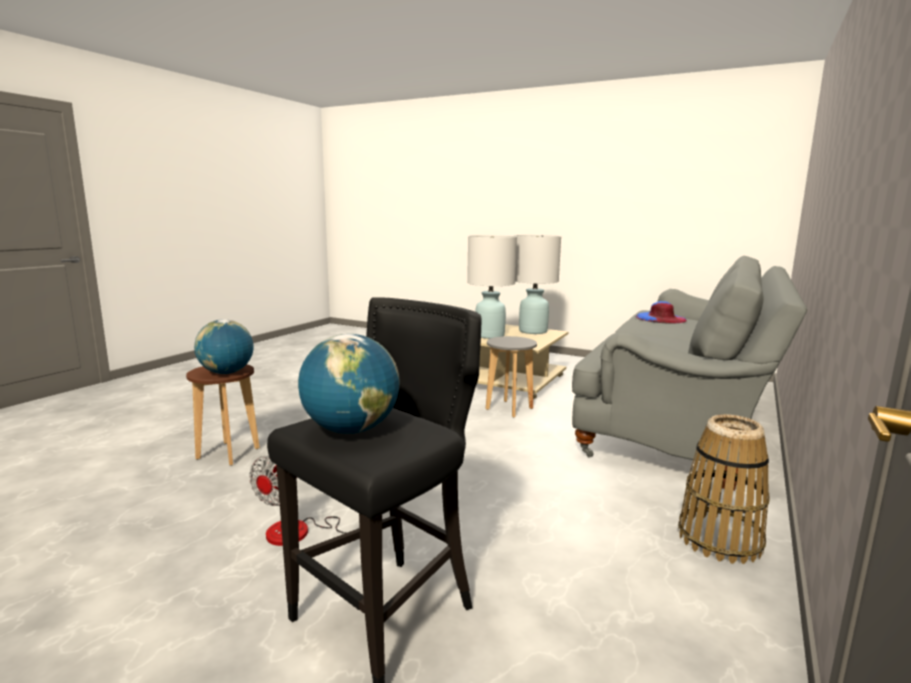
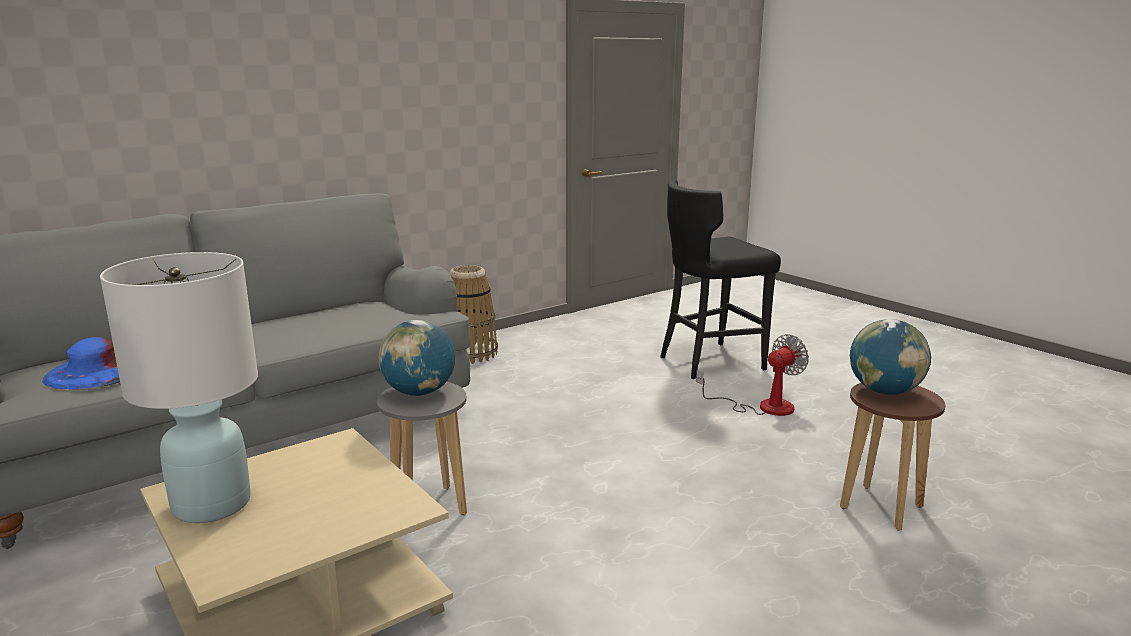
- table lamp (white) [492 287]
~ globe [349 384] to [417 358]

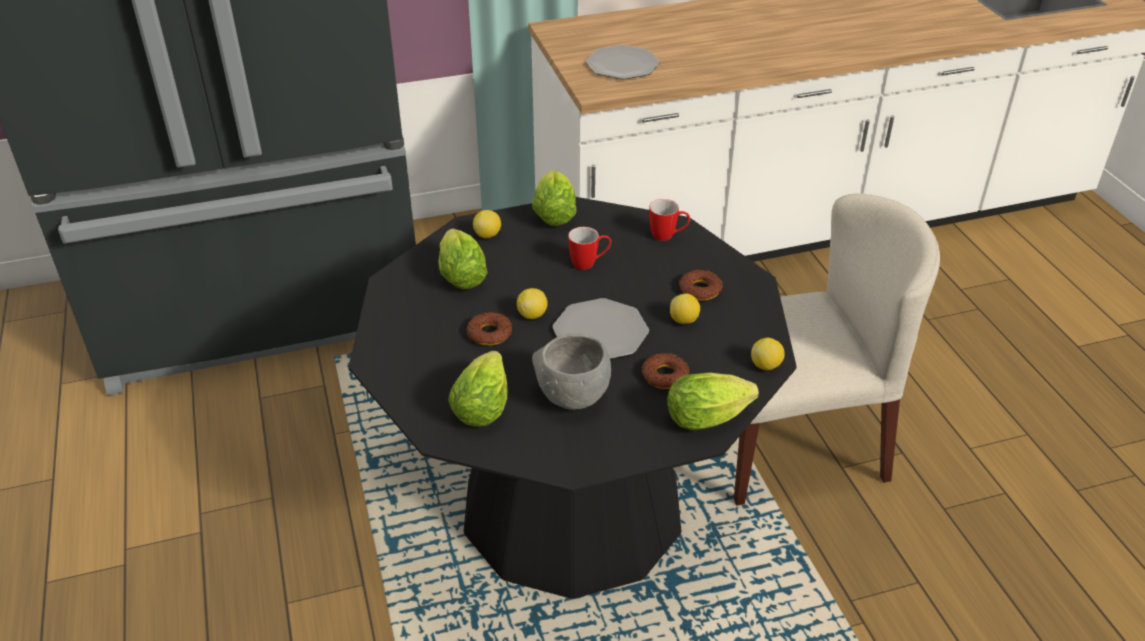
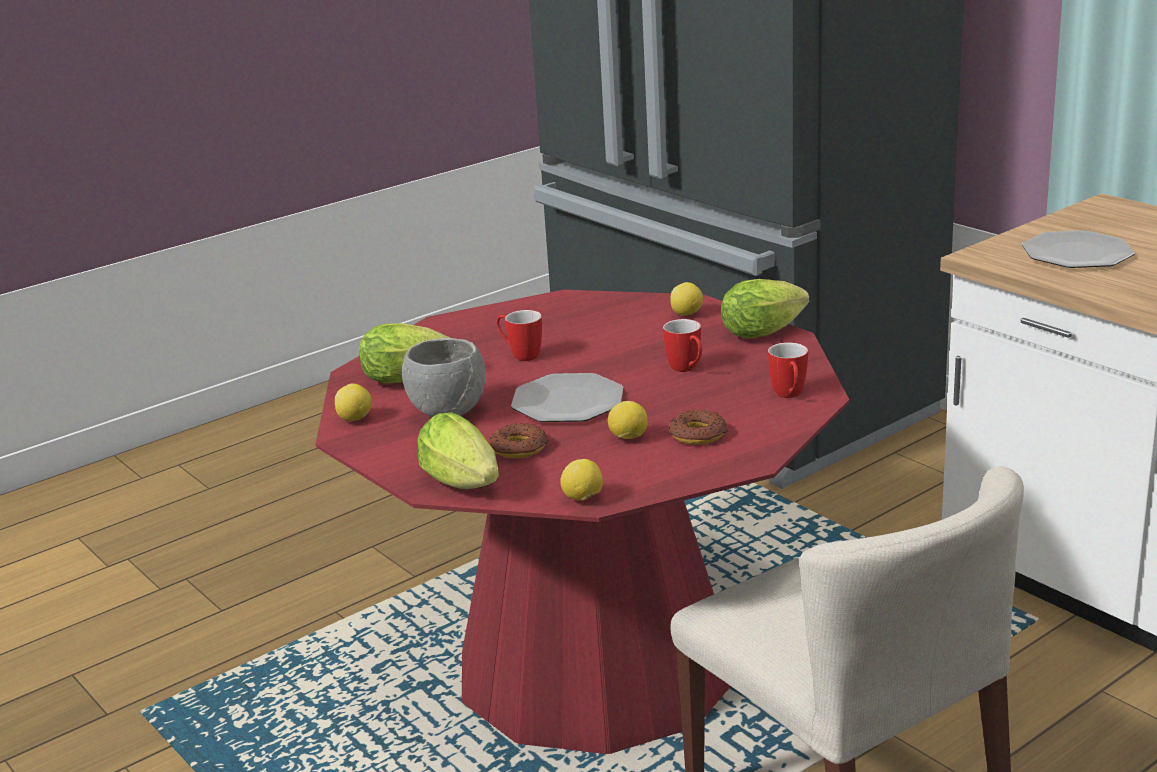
- lettuce [462 258]
~ lemon [532 303] to [353 402]
~ donut [489 329] to mug [519 335]
~ dining table (black) [573 398] to dining table (red) [582 522]

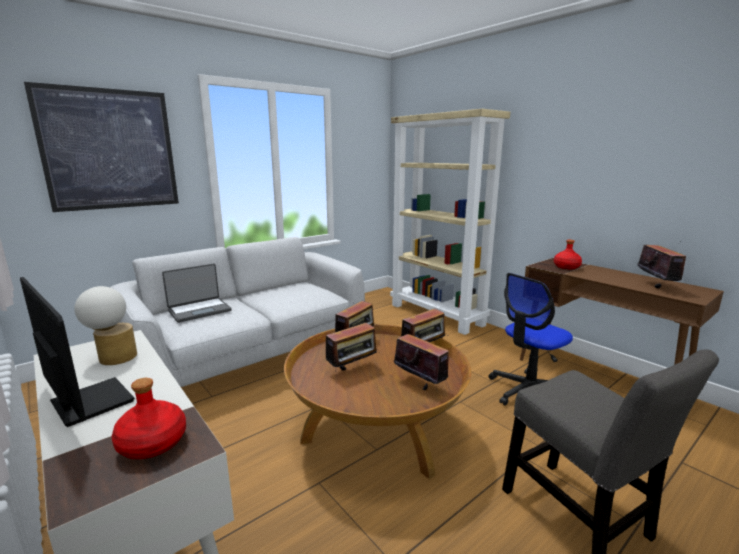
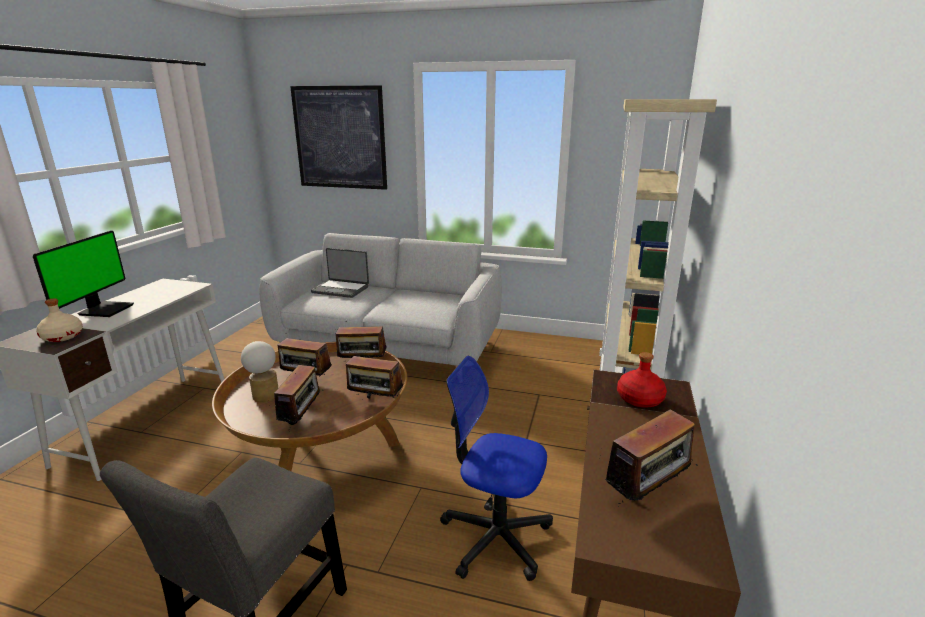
~ table lamp [105 325] to [259 371]
~ bottle (red) [149 418] to bottle (beige) [59 320]

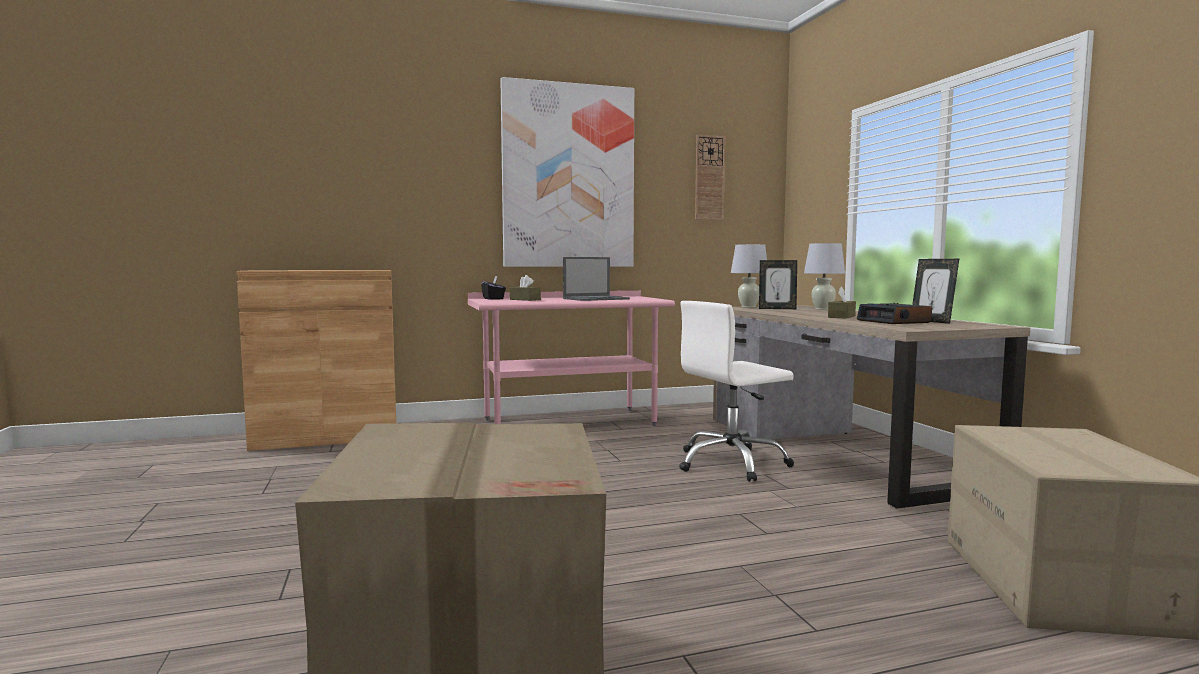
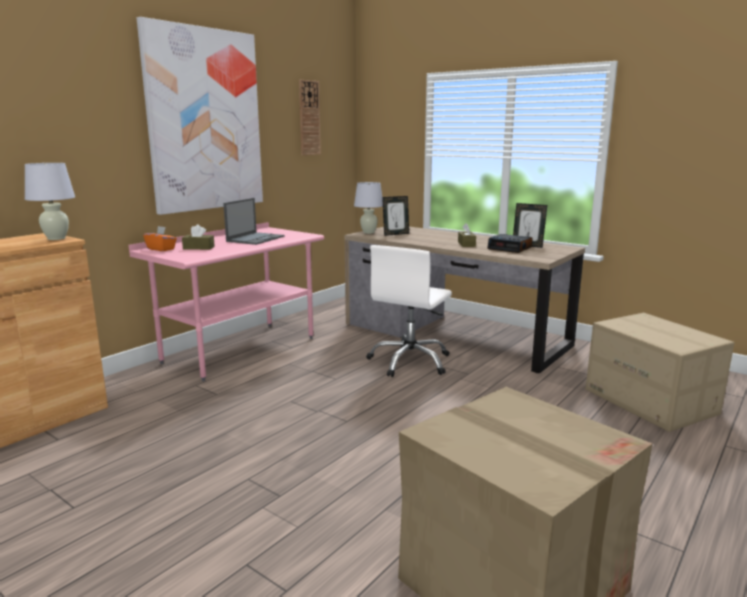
~ table lamp (white) [824 276] to [50 201]
~ tissue box (black) [493 288] to tissue box (orange) [160 238]

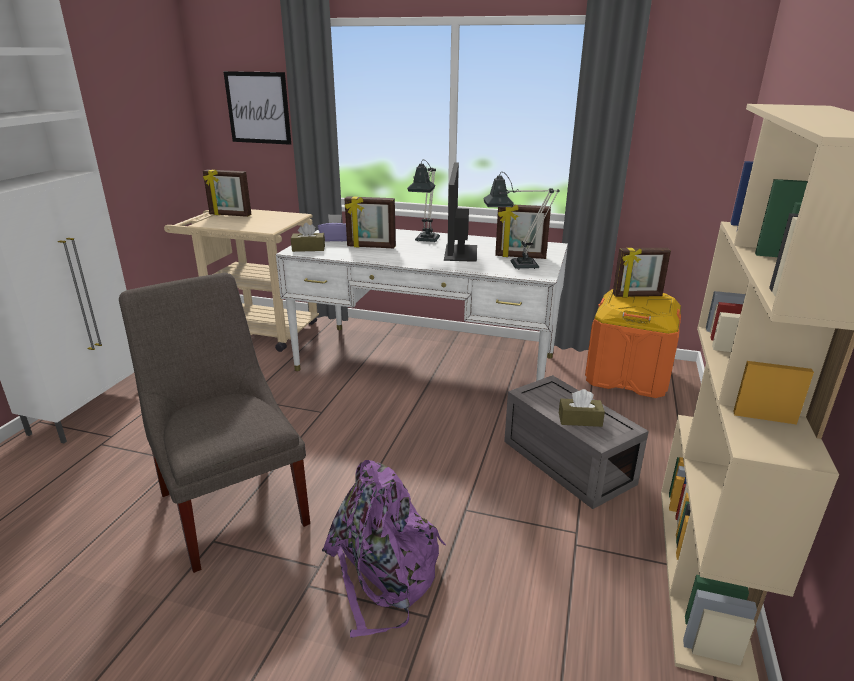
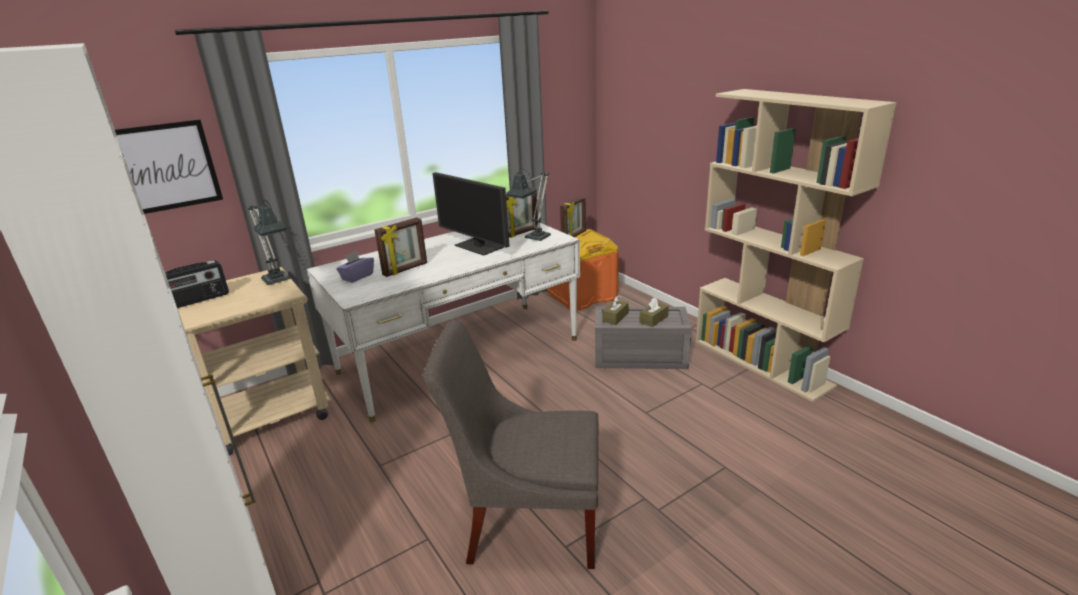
- backpack (purple) [384 549]
~ tissue box (brown) [308 237] to [616 310]
~ table lamp [423 201] to [269 242]
~ picture frame [227 193] to radio [197 284]

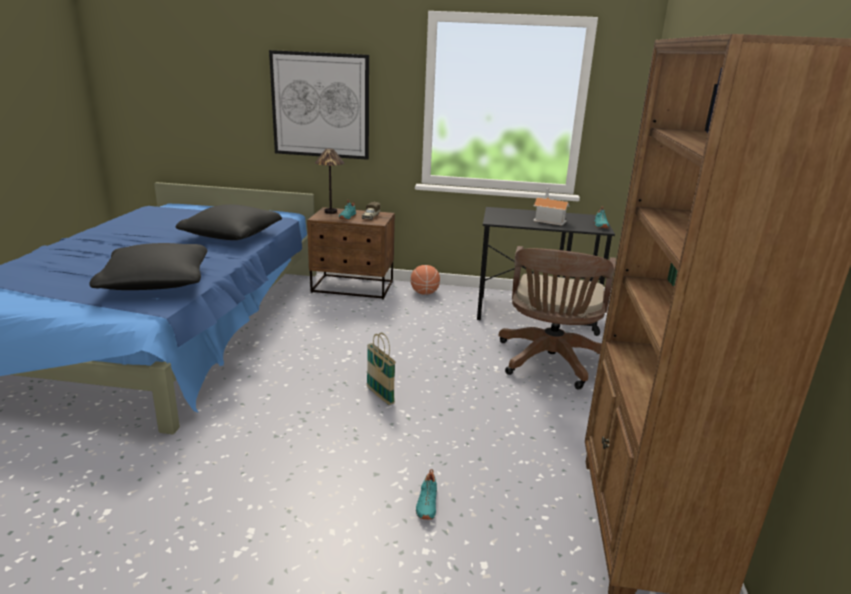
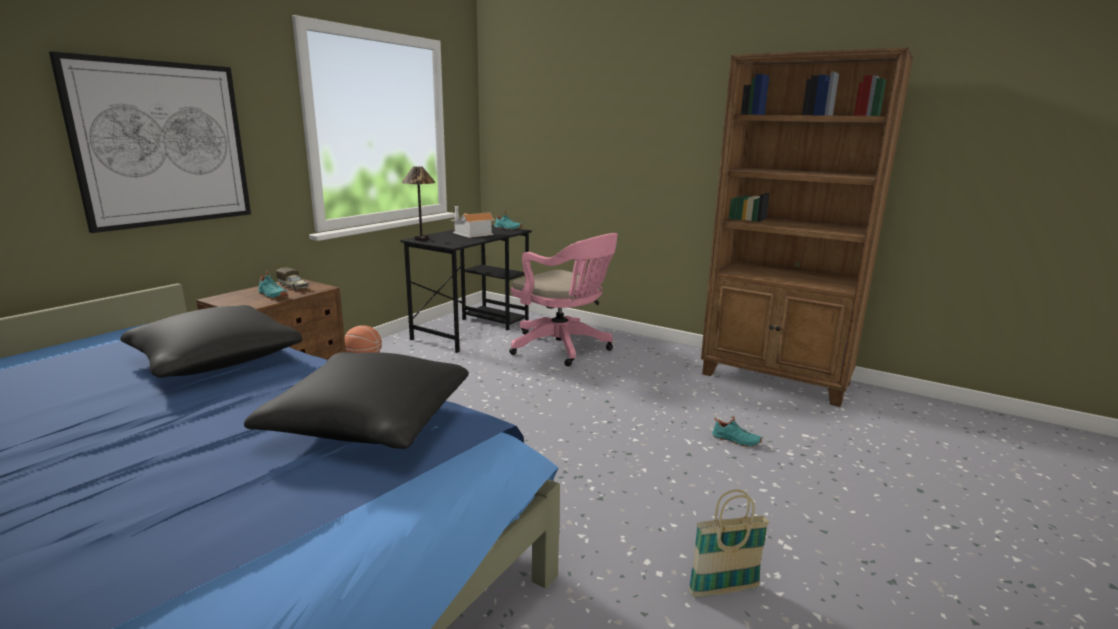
~ table lamp [329 181] to [418 203]
~ basket [381 369] to [729 543]
~ office chair (brown) [557 318] to office chair (pink) [563 300]

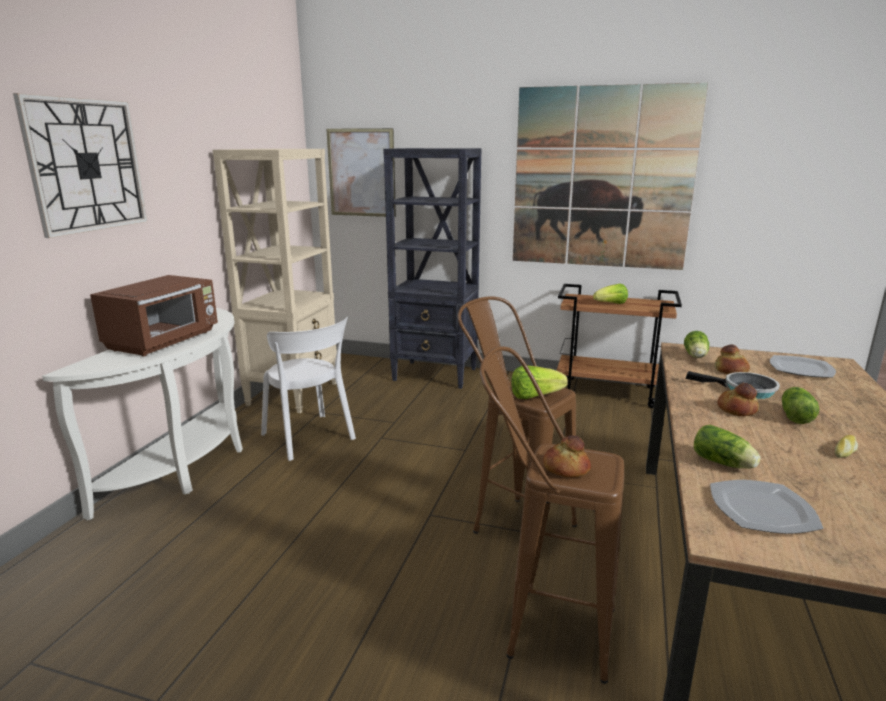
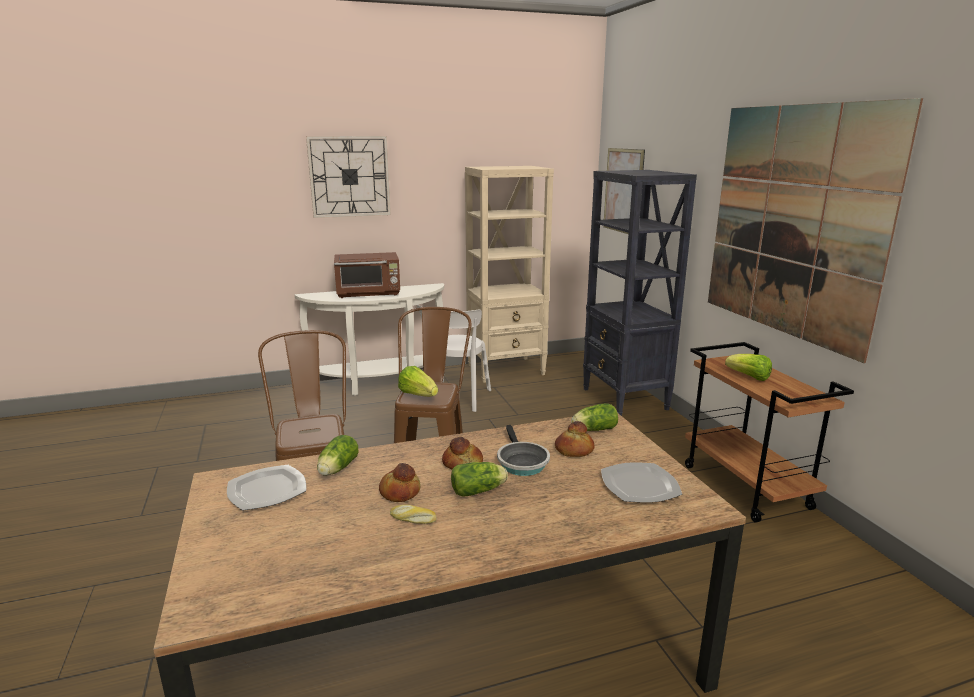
~ bread [567 456] to [400 482]

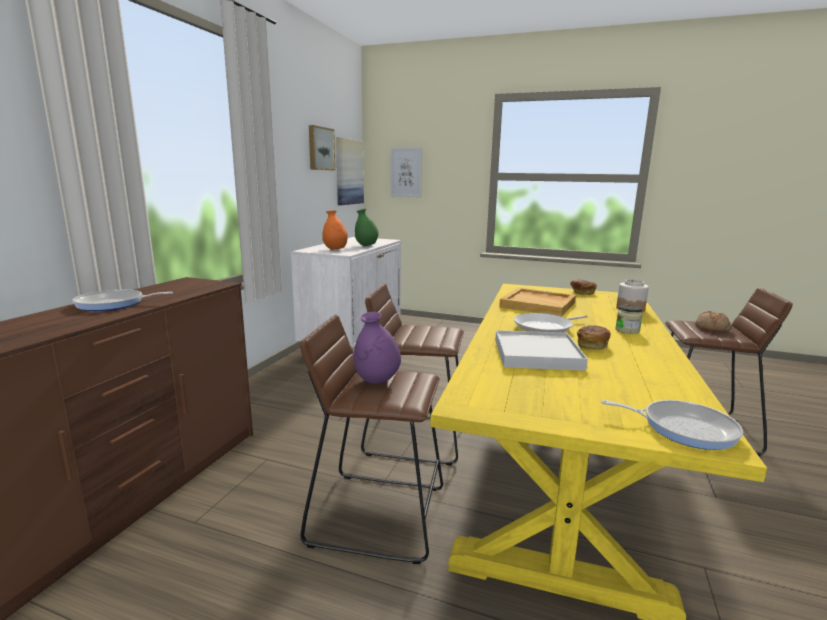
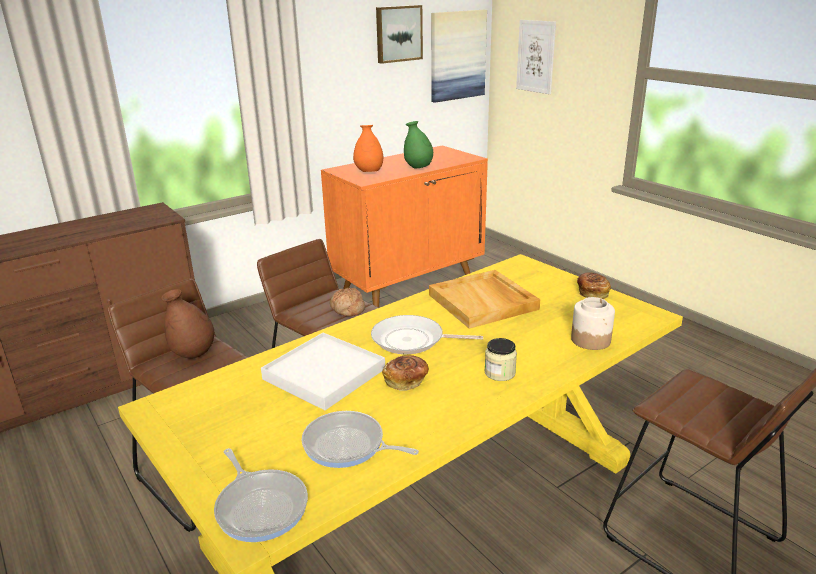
~ frying pan [123 300] to [360 439]
~ bread [713 321] to [347 302]
~ cabinet (white) [346 293] to cabinet (orange) [404 226]
~ vase (purple) [377 348] to vase (brown) [187 323]

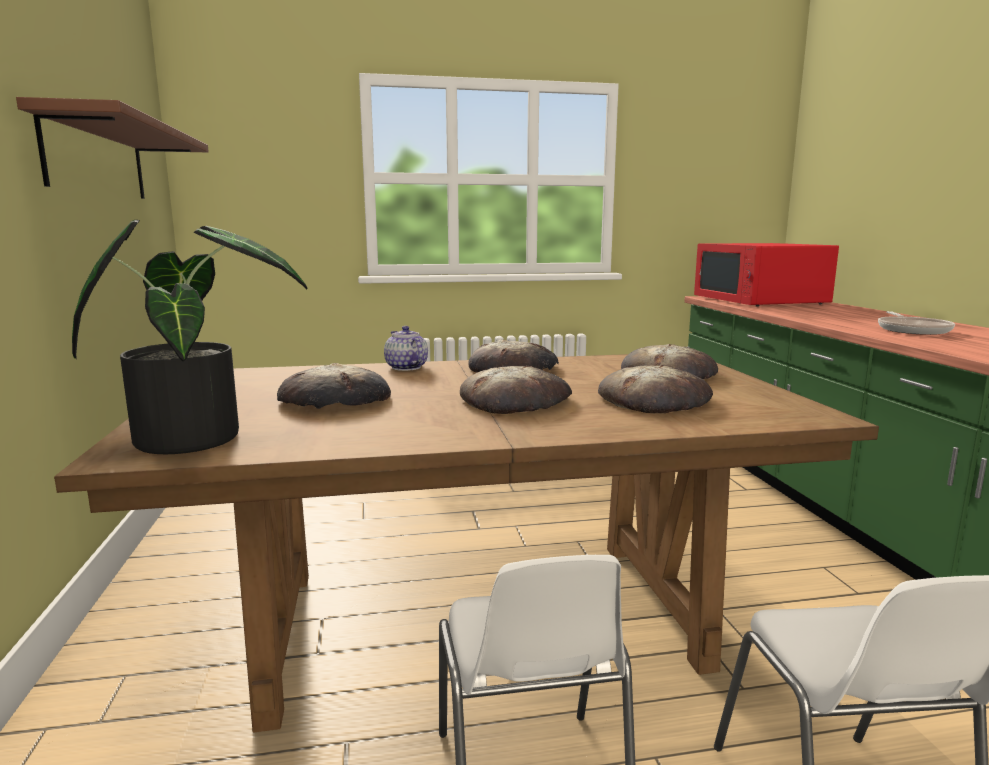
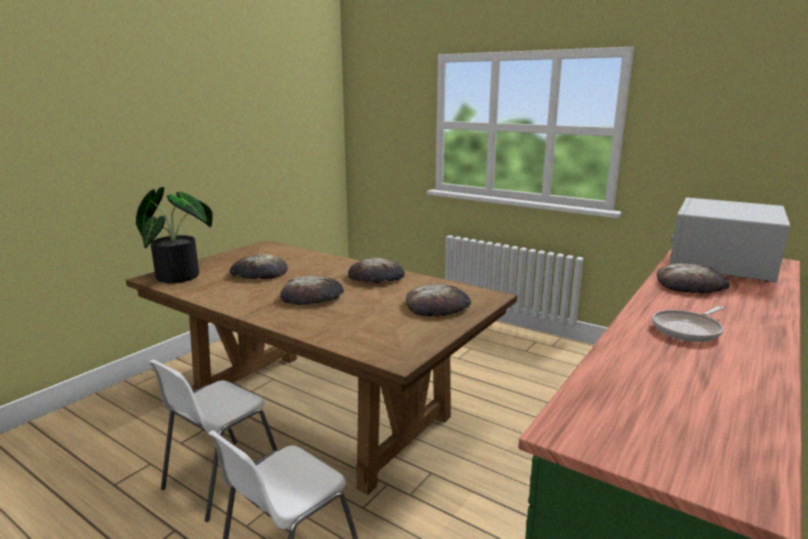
- shelf (brown) [112 148]
- teapot [406 348]
~ bread [655 389] to [693 278]
~ microwave (red) [766 275] to microwave (white) [729 239]

